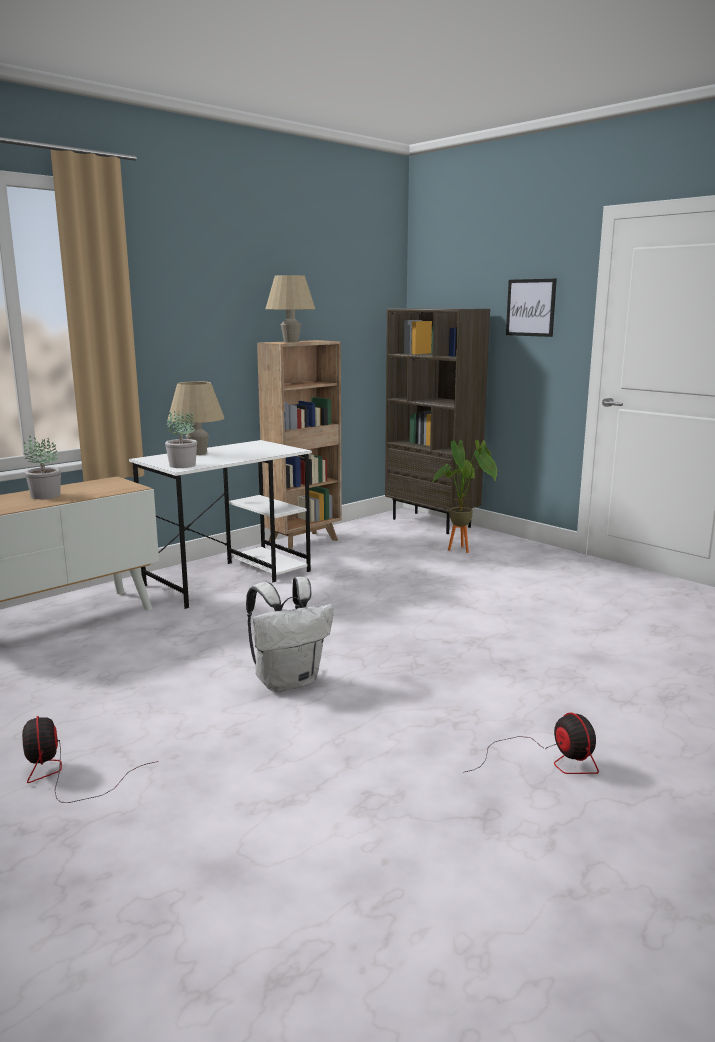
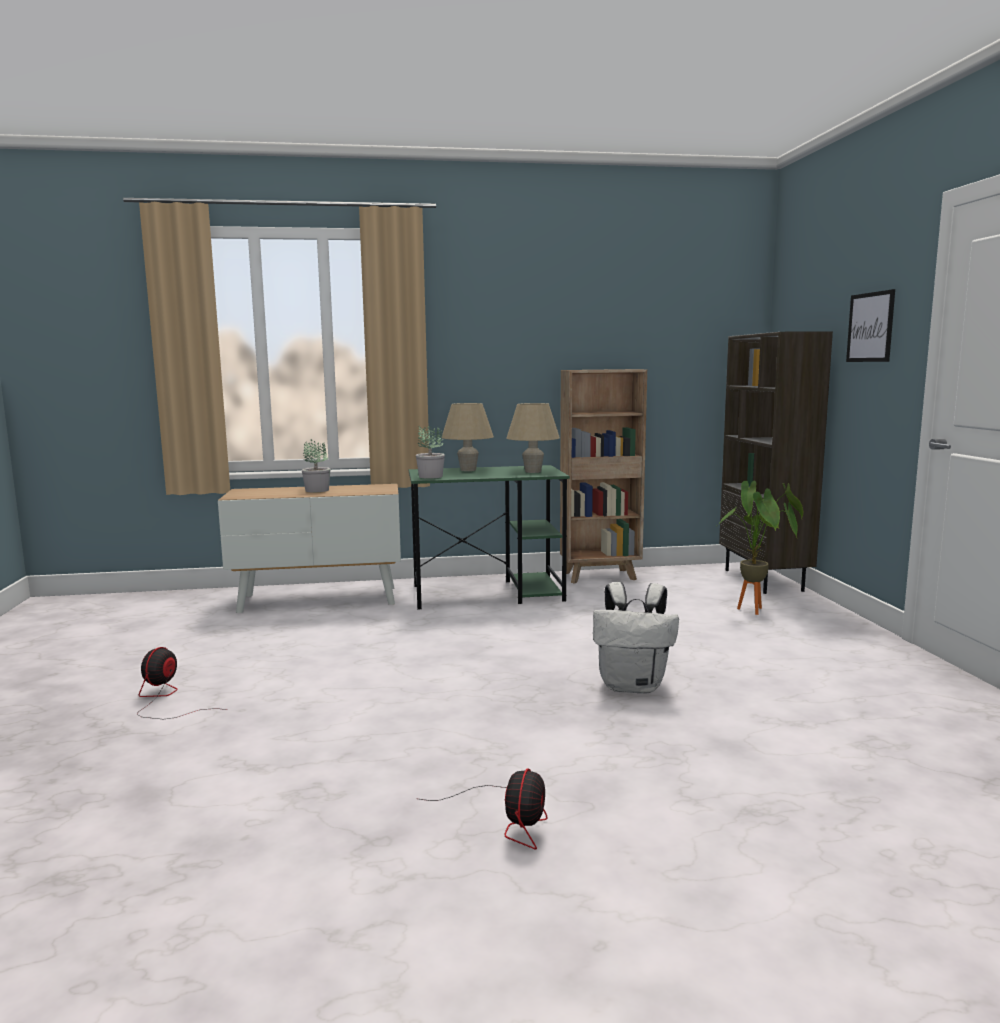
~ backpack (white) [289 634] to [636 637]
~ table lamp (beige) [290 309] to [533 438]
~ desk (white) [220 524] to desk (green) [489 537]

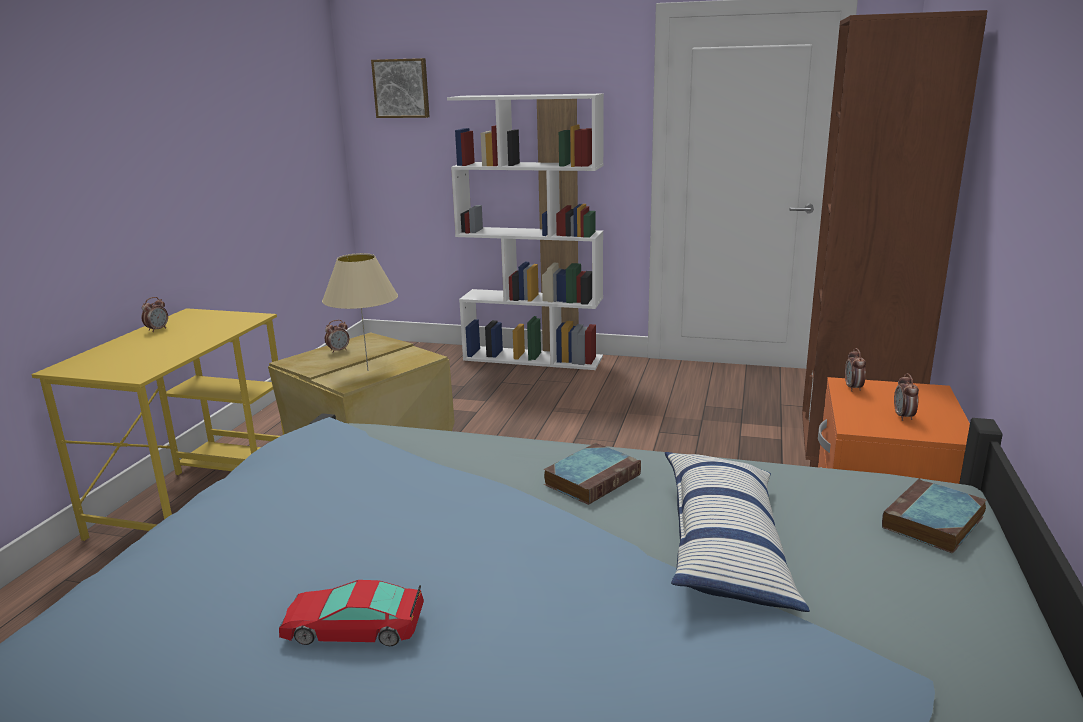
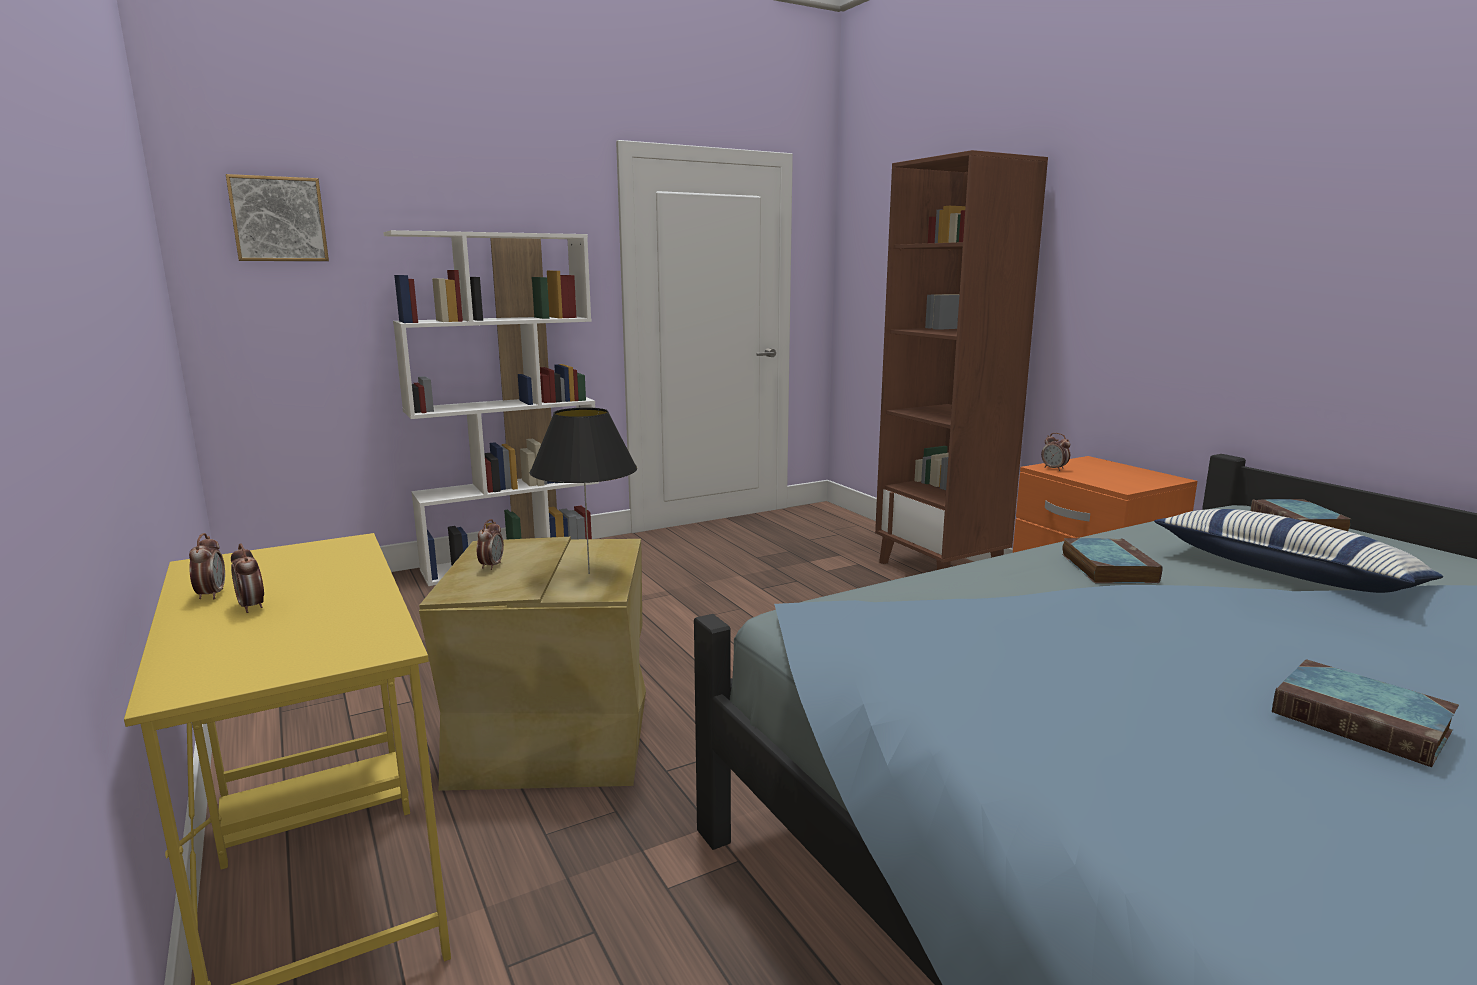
~ alarm clock [906 397] to [247 578]
~ toy car [351 613] to book [1365 713]
~ table lamp (beige) [360 312] to table lamp (black) [583 490]

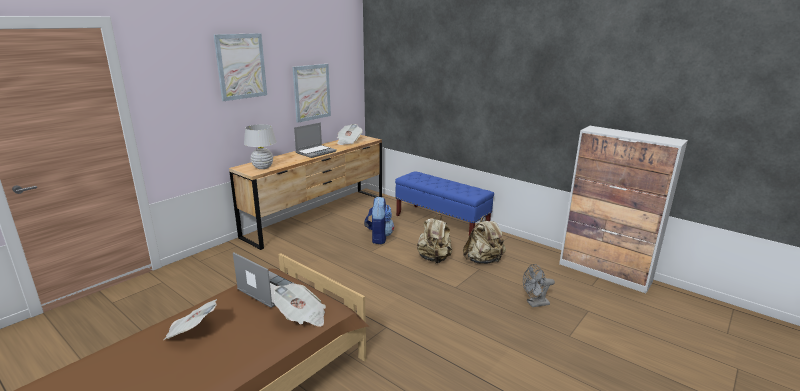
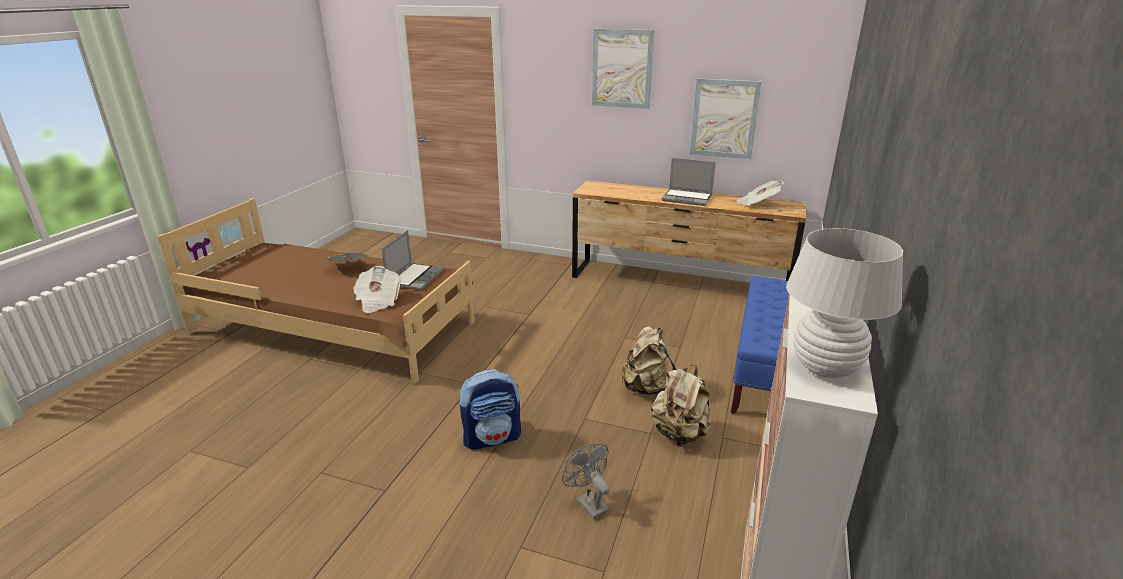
~ table lamp (white) [260 146] to [844 303]
~ backpack [379 220] to [490 409]

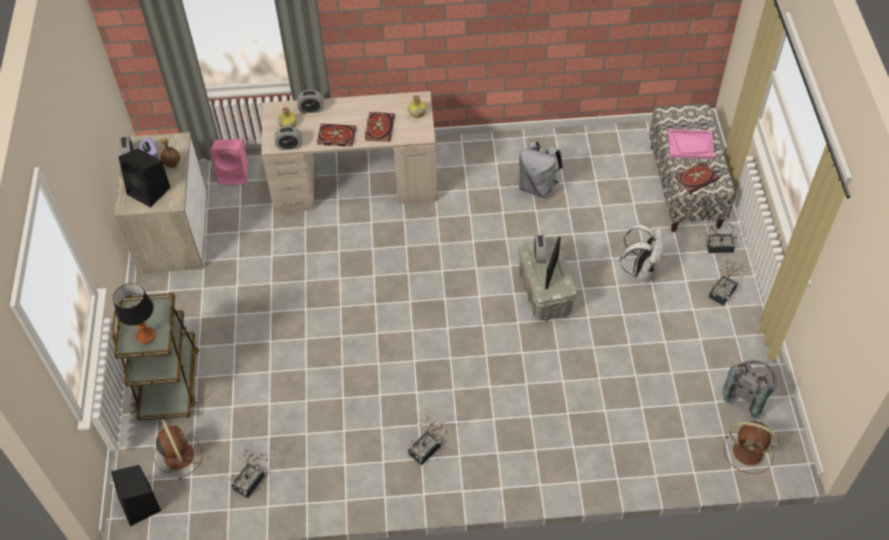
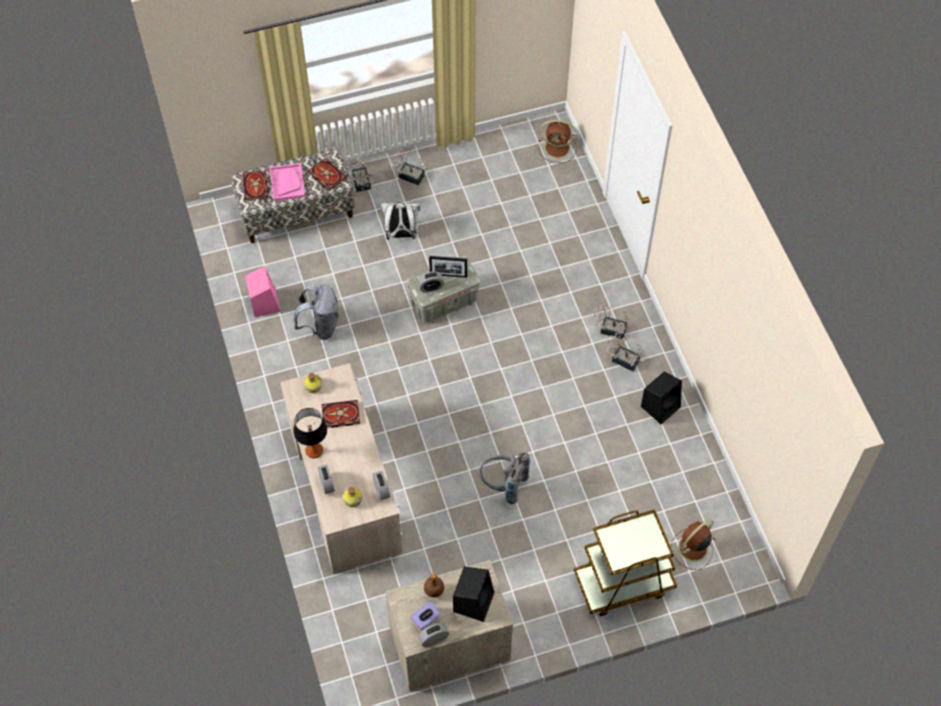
~ speaker (black) [136 495] to [661 398]
~ table lamp [134 313] to [310 433]
~ speaker (pink) [229 162] to [263 291]
~ potted plant [248 471] to [613 320]
~ book [336 135] to [255 185]
~ backpack (grey) [749 390] to [505 478]
~ fan (brown) [752 447] = [558 141] 90 degrees clockwise

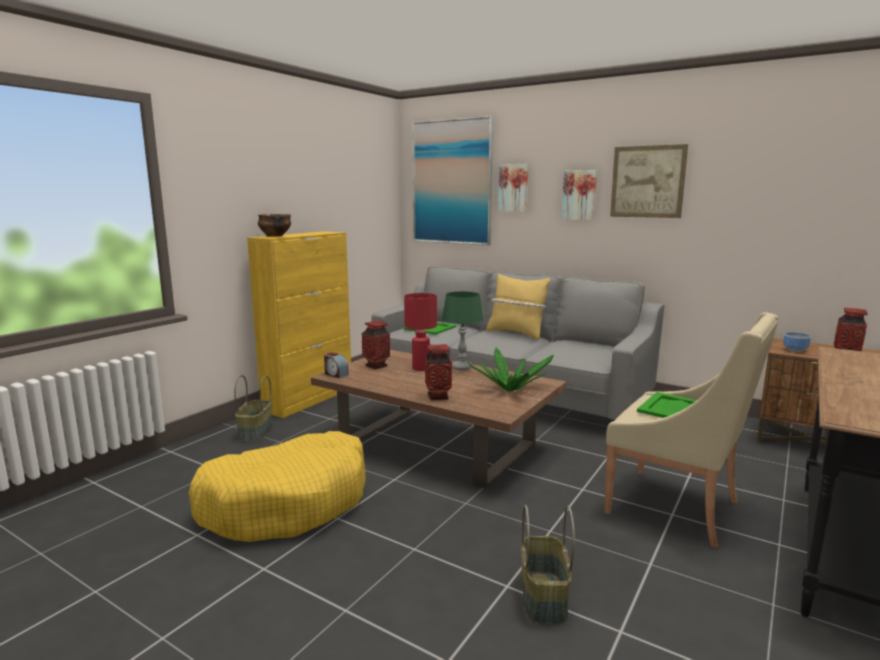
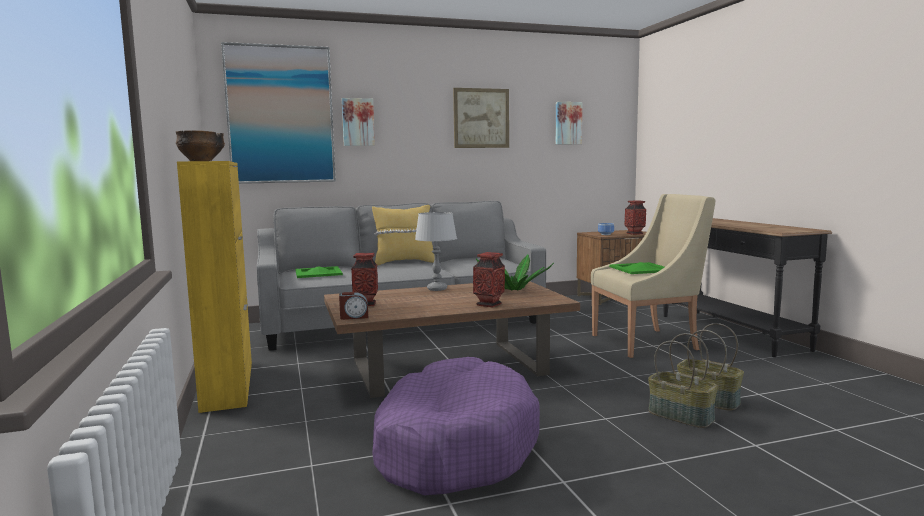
- table lamp (red) [420 332]
~ basket [253 408] to [683 380]
~ picture [579 195] to [569 123]
~ dog bed (yellow) [277 486] to dog bed (purple) [456 426]
~ table lamp (green) [463 331] to table lamp (grey) [436 251]

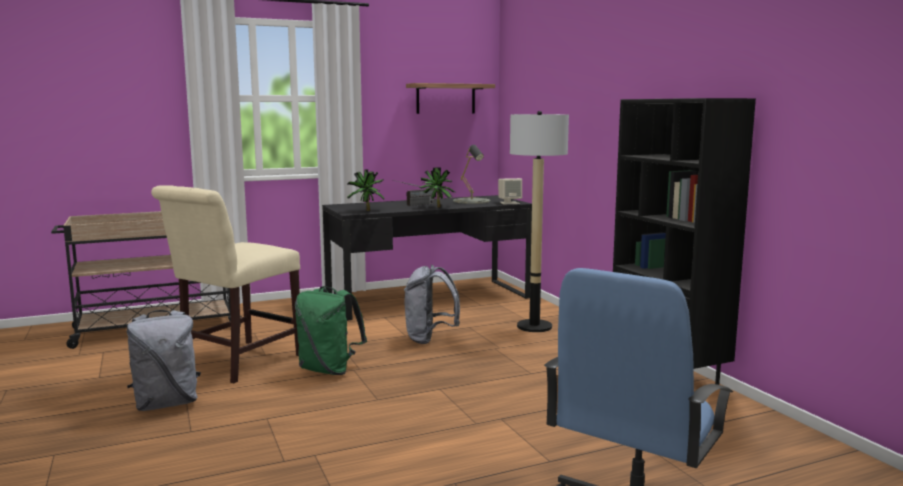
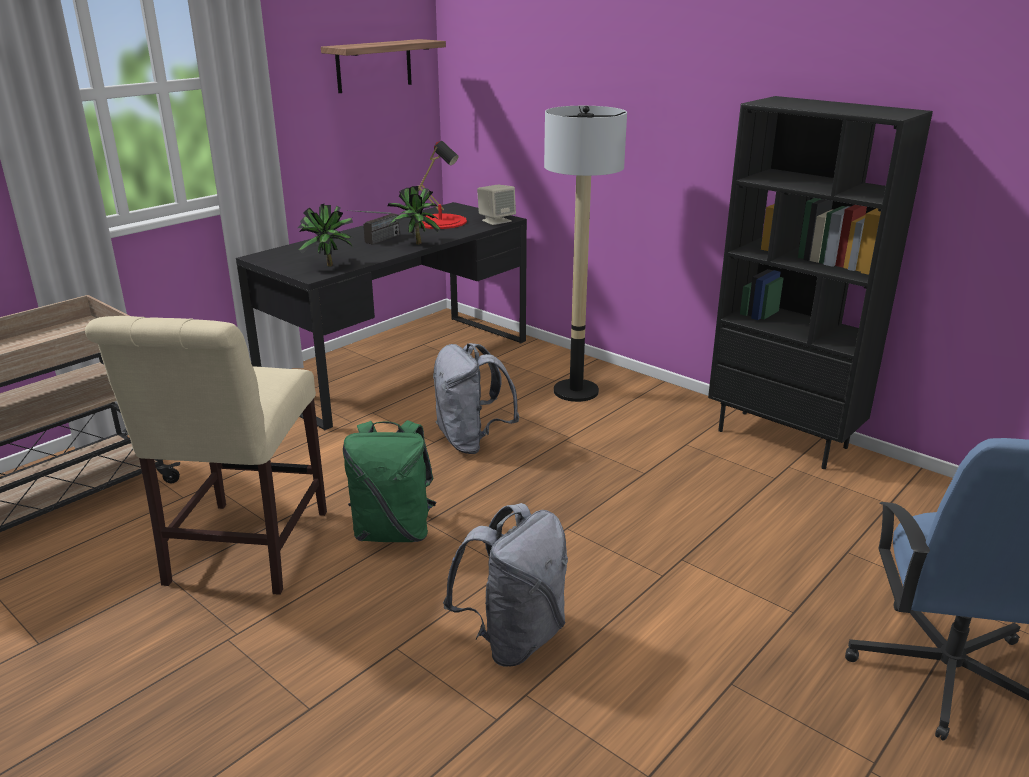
~ backpack (grey) [164 360] to [505 585]
~ table lamp (grey) [472 174] to table lamp (red) [442 185]

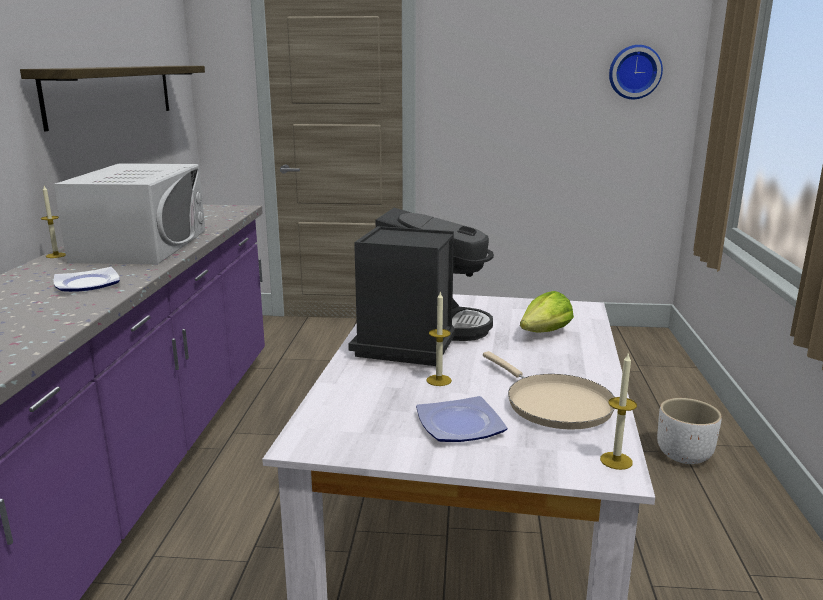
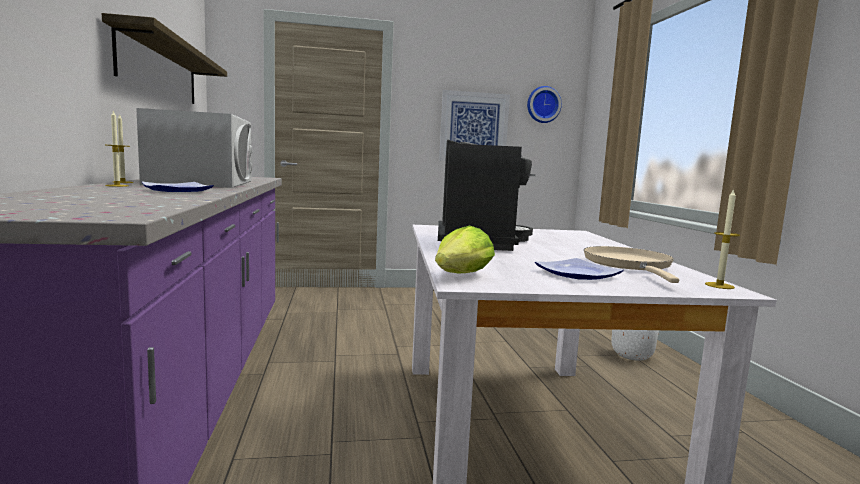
+ picture [474 125]
~ candle [439 338] to [117 149]
~ lettuce [547 312] to [465 249]
~ frying pan (beige) [549 390] = [631 264] 135 degrees counterclockwise

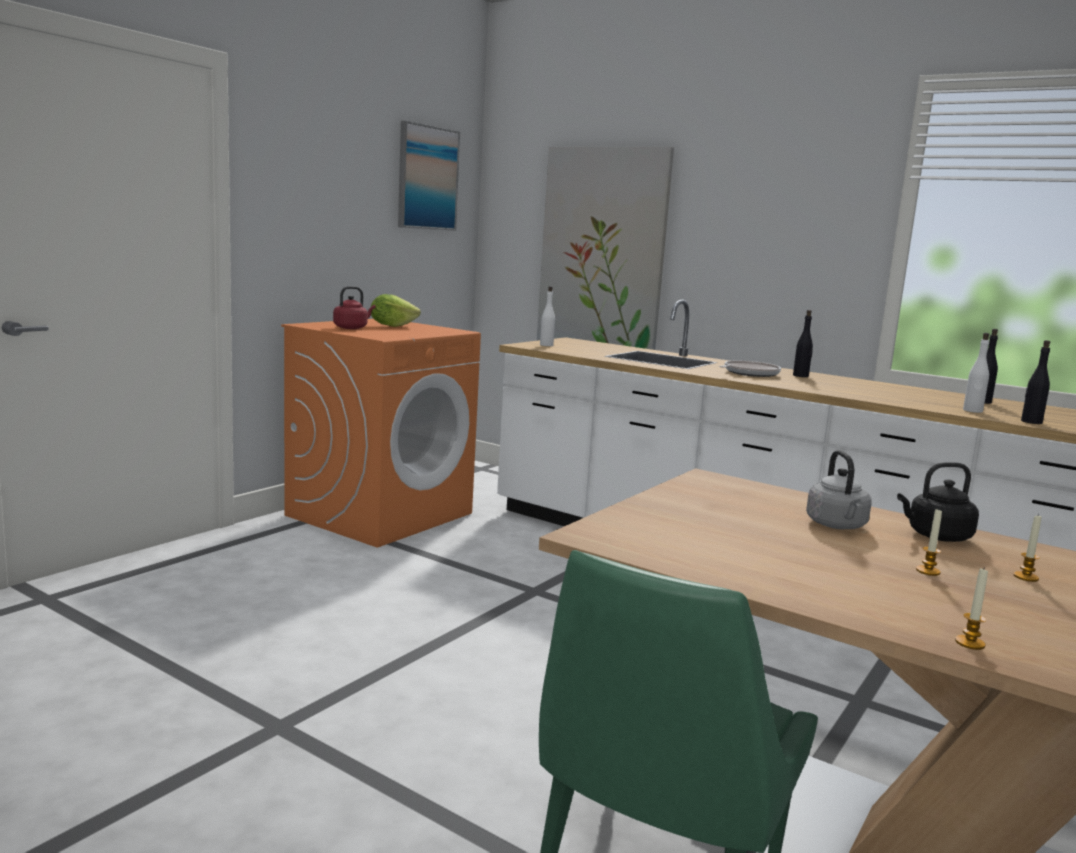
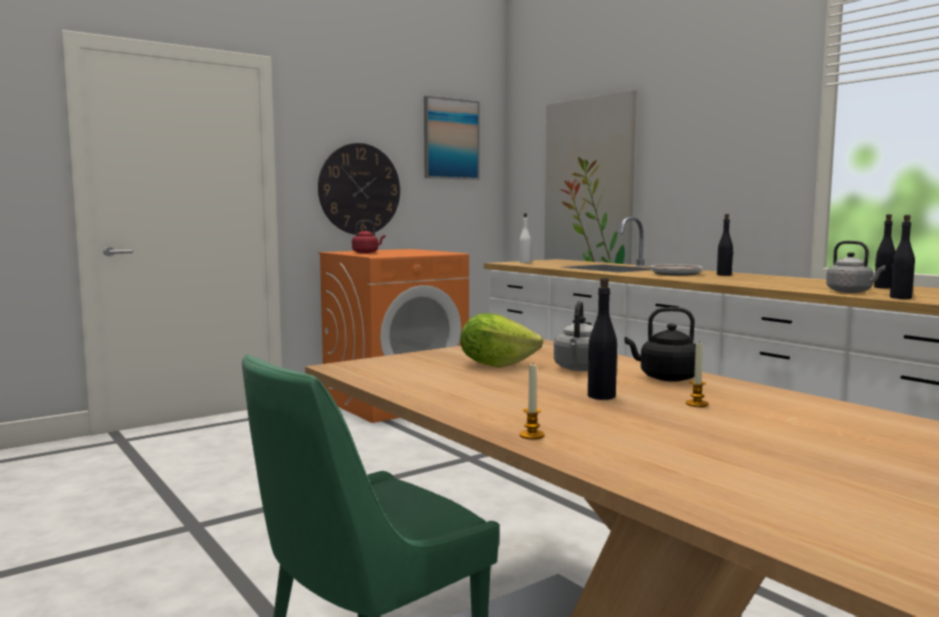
+ wall clock [359 189]
~ lettuce [396 310] to [501 340]
~ candle [929 542] to bottle (black) [602 339]
~ bottle (white) [976 373] to kettle (grey) [856 267]

